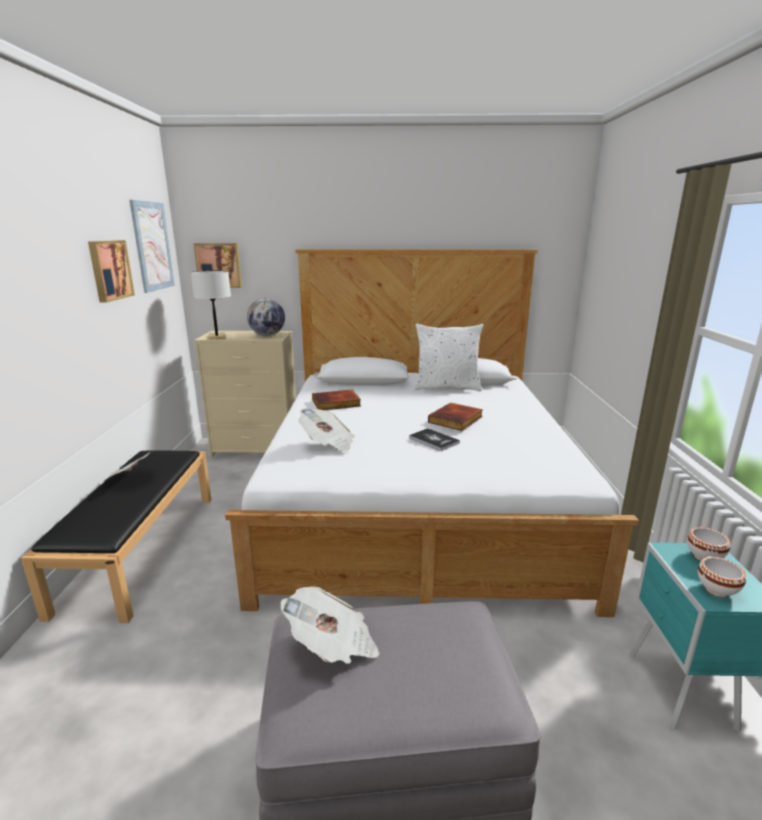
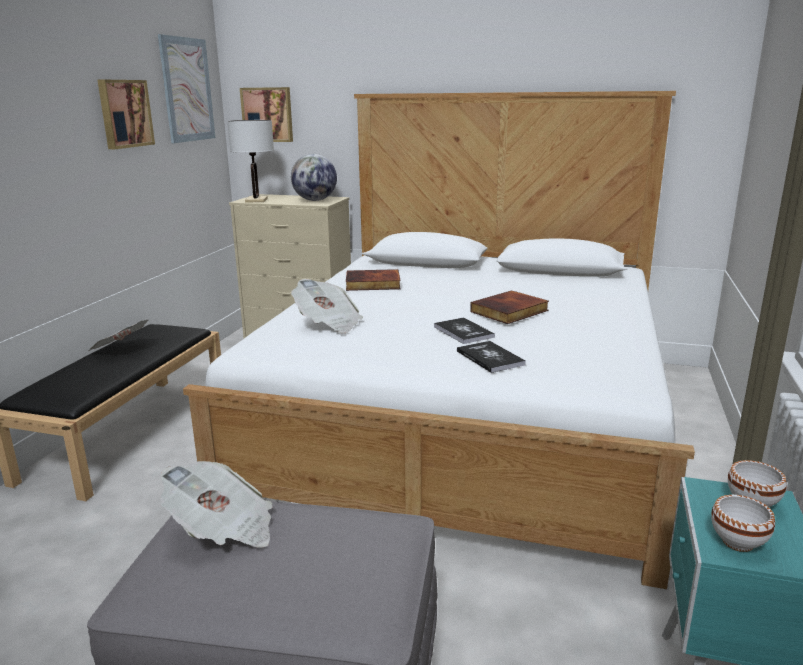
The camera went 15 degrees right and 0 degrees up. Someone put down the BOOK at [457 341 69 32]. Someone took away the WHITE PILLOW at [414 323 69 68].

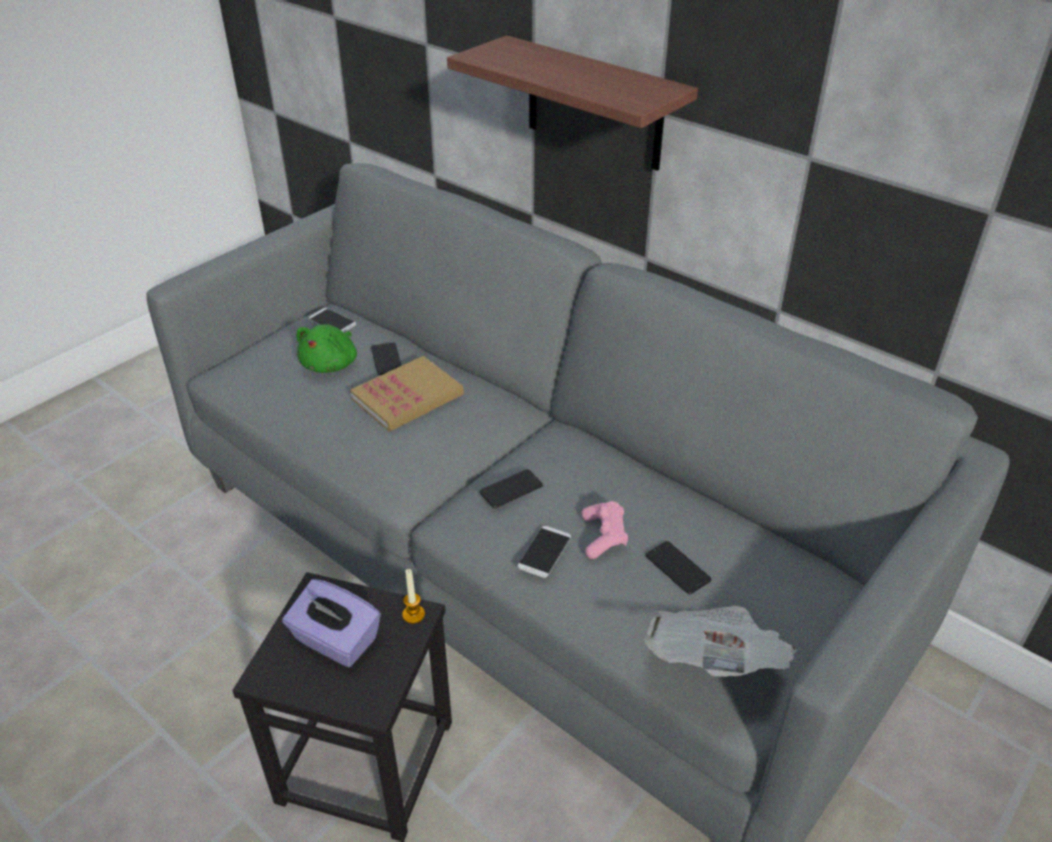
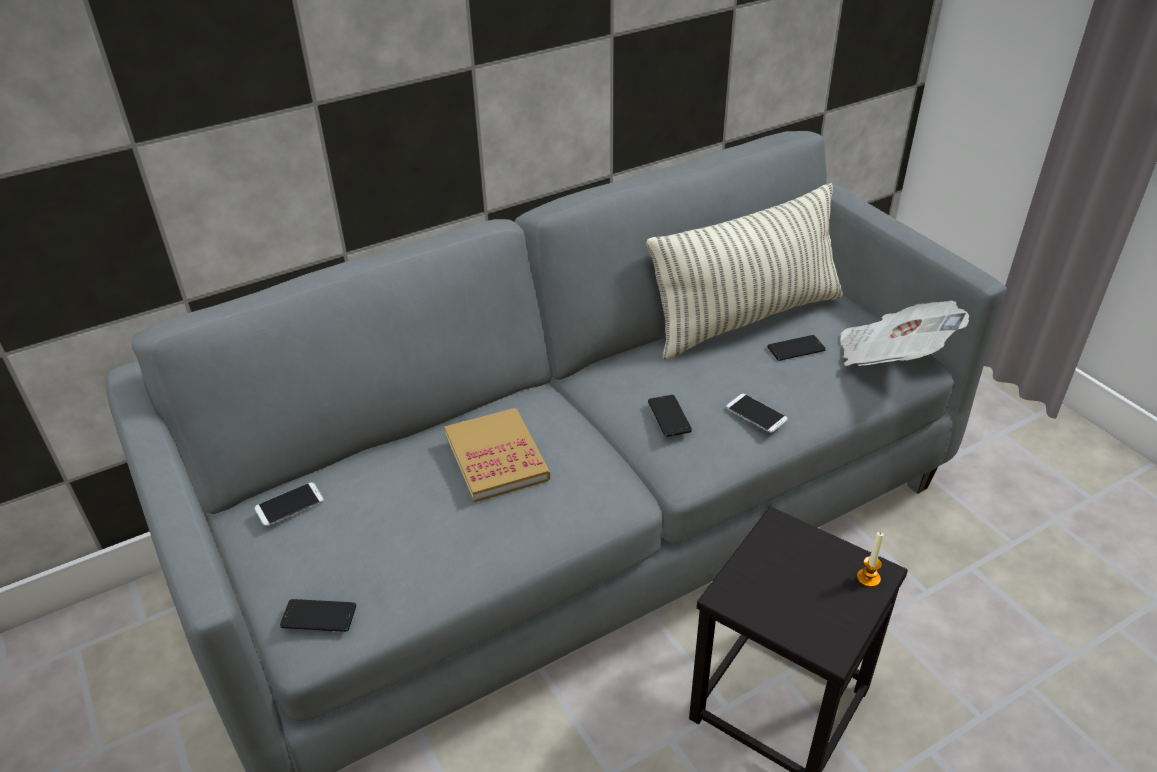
The camera went 70 degrees left and 0 degrees up. Someone carried the PHONE from [371 342 30 33] to [280 599 76 33]. Someone put down the PILLOW at [647 183 196 177]. Someone carried the CANDLE from [402 569 23 55] to [857 532 27 55]. Someone took away the PURPLE TISSUE BOX at [282 579 99 88]. Someone took away the GREEN PLUSH TOY at [296 324 61 49]. Someone took away the SHELF at [447 35 251 136]. Someone took away the PINK GAME CONTROLLER at [581 501 47 58].

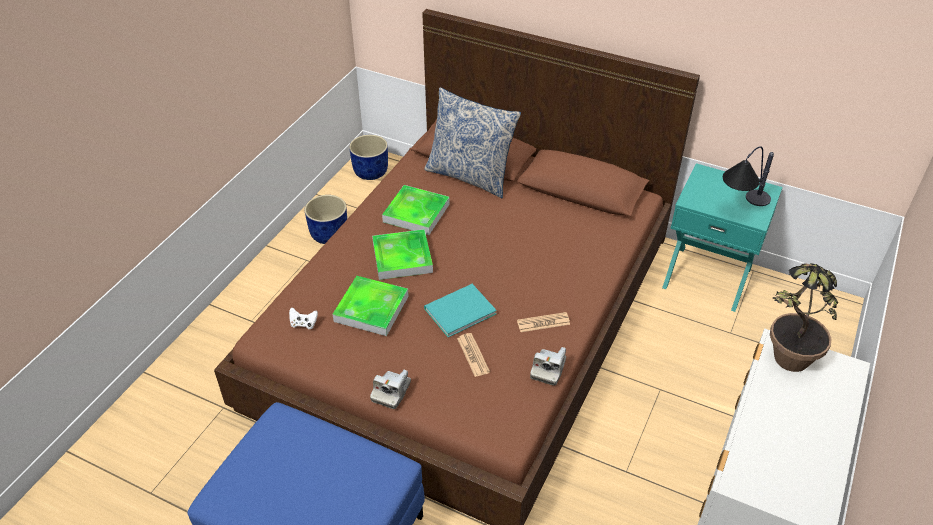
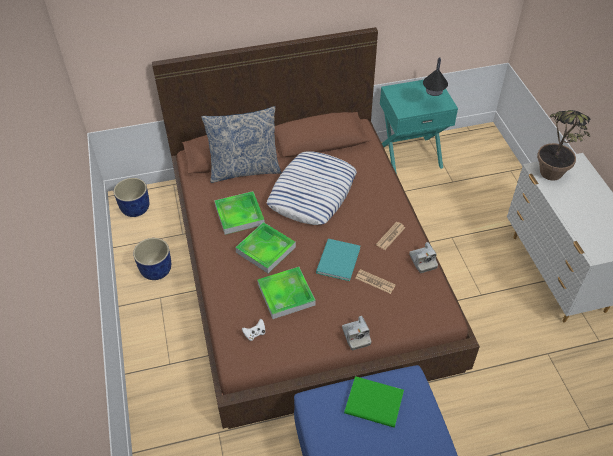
The camera went 40 degrees left and 5 degrees up. Someone put down the PILLOW at [266 151 91 74]. Someone put down the GREEN BOOK at [344 376 60 52].

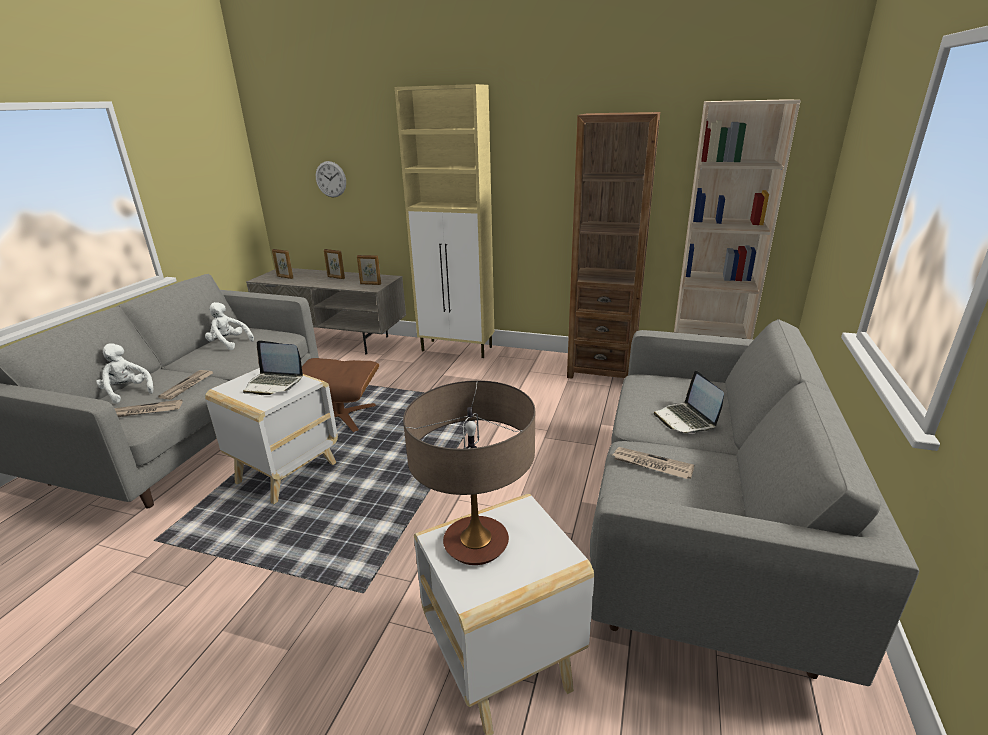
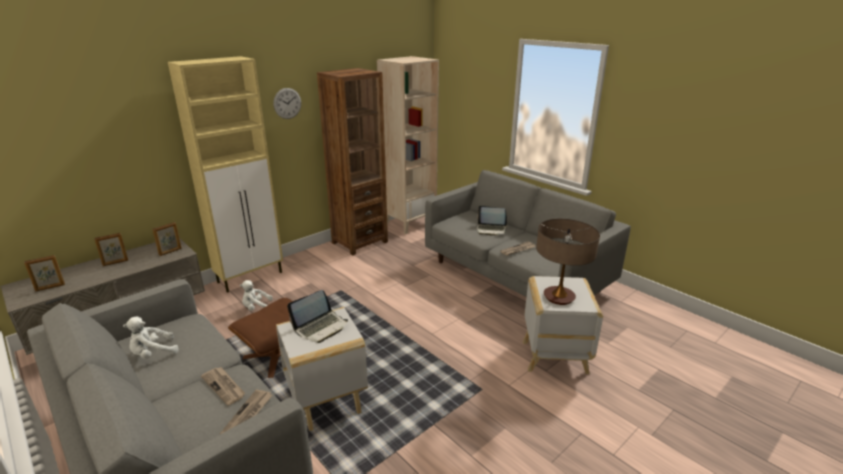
The camera went 60 degrees left and 0 degrees up. Someone carried the WHITE PLUSH TOY from [96 343 58 61] to [240 280 33 31]. Someone carried the WALL CLOCK from [316 161 30 36] to [273 88 28 31].

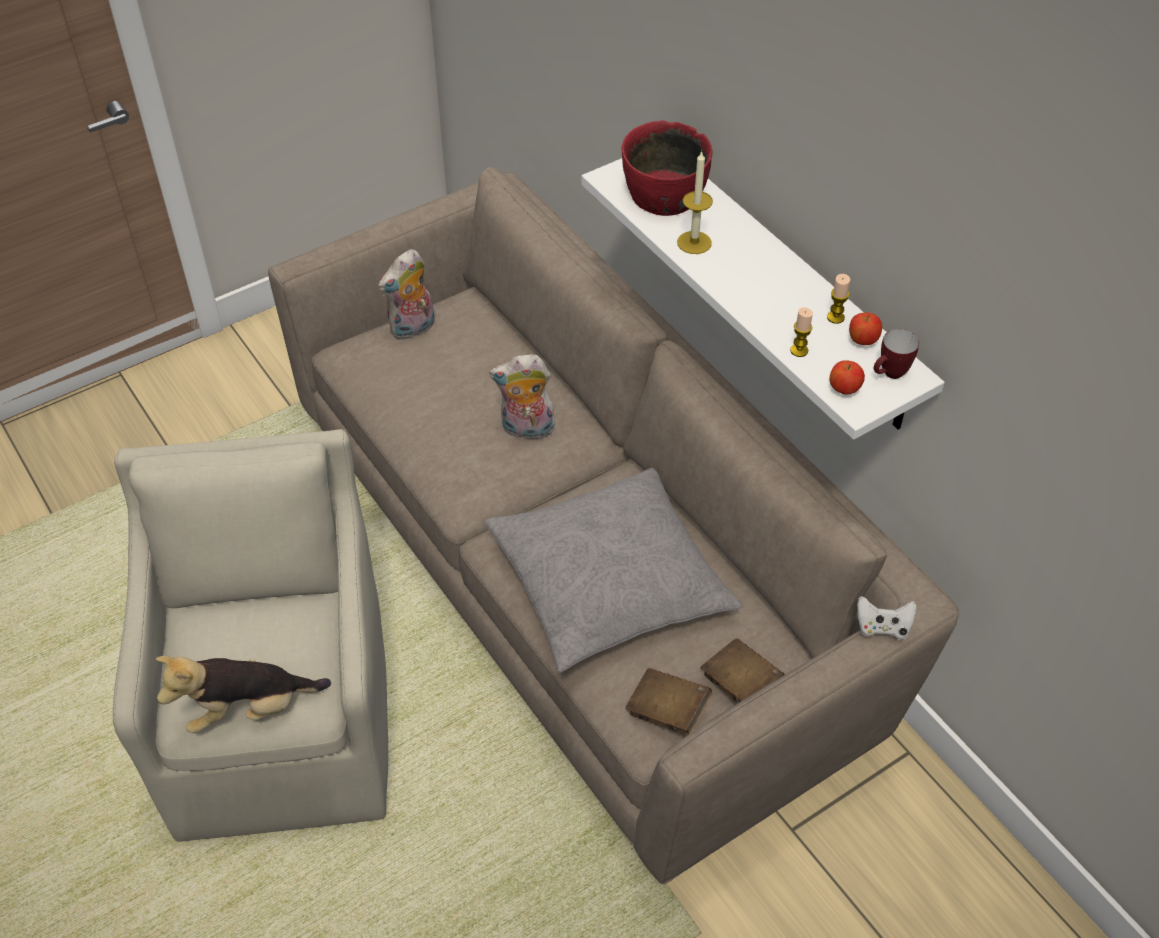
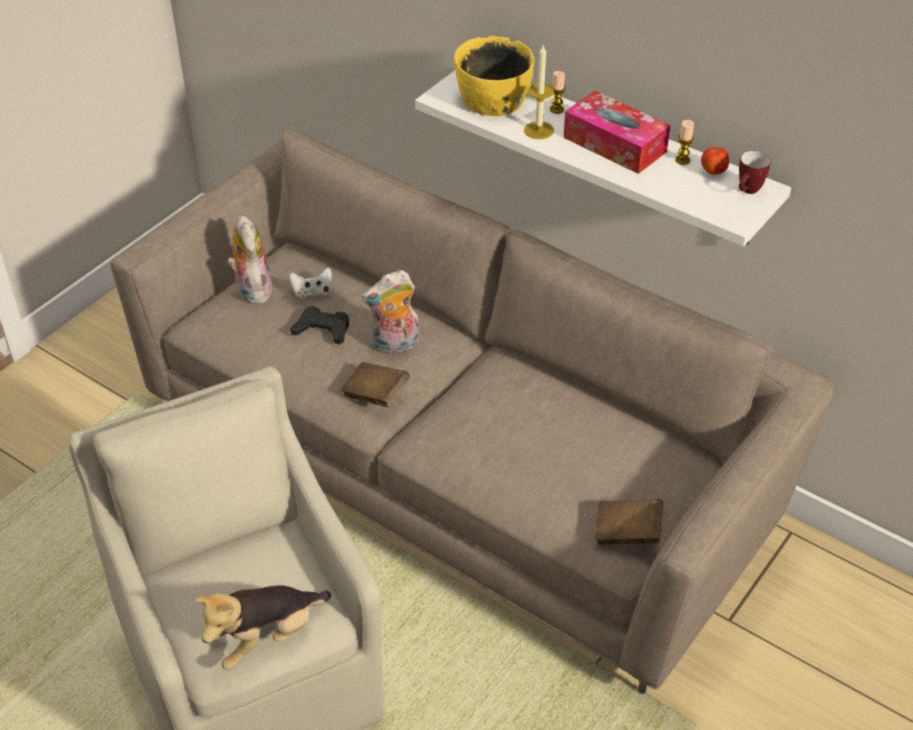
The camera went 20 degrees left and 5 degrees down. Someone rotated the PLUSH TOY at [378 249 57 91] by 135 degrees clockwise. Someone carried the WHITE GAME CONTROLLER from [857 596 60 44] to [289 267 43 33]. Someone put down the BLACK GAME CONTROLLER at [290 306 59 38]. Someone carried the BROWN BOOK from [701 638 84 65] to [340 362 69 45]. Someone repainted the RED BOWL at [621 120 91 96], which became the YELLOW BOWL at [454 36 80 80]. Someone carried the CANDLE from [790 307 23 50] to [550 71 16 43]. Someone put down the TISSUE BOX at [563 91 107 83]. Someone took away the GREY PILLOW at [485 468 258 205]. Someone took away the APPLE at [829 360 36 35].

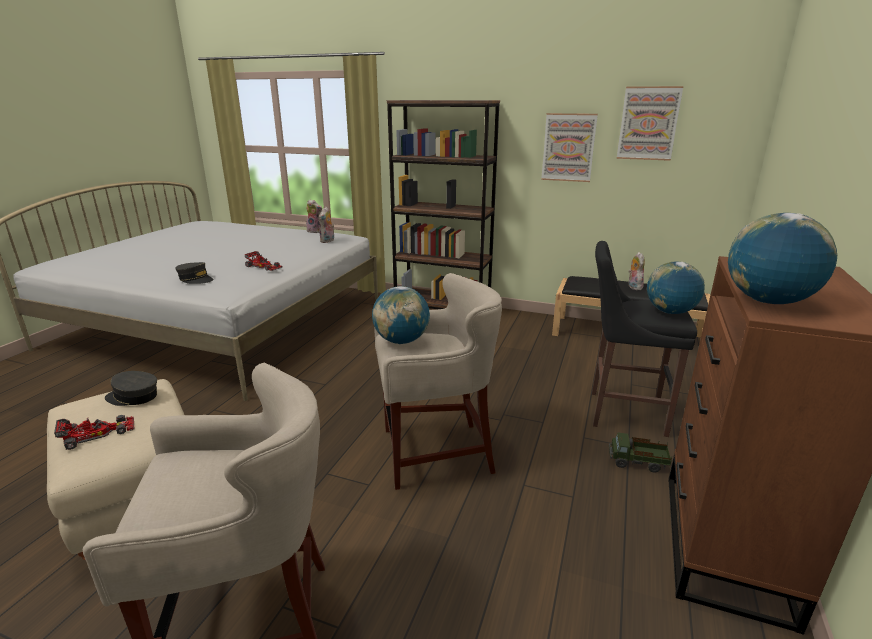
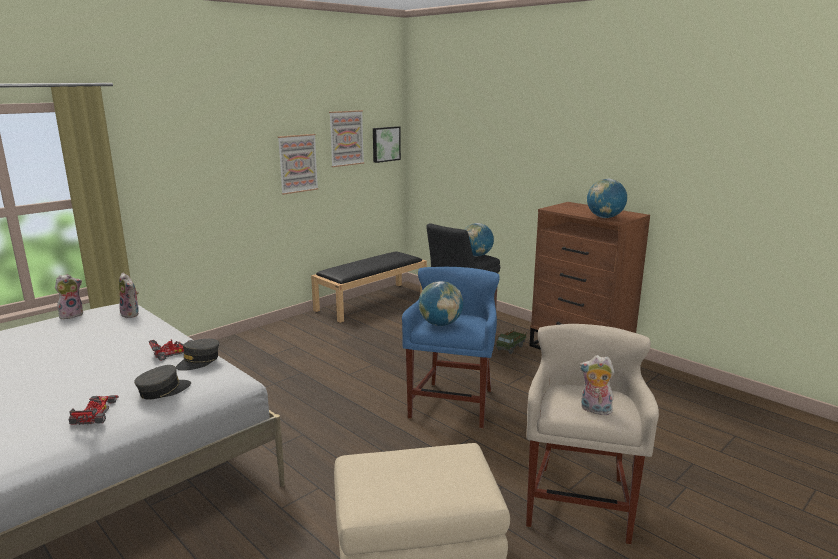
The camera went 65 degrees left and 5 degrees down. Someone carried the TOY CAR from [54 415 80 35] to [69 395 50 30]. Someone carried the GREY CAP from [105 371 52 35] to [176 339 43 32]. Someone put up the PICTURE at [373 126 28 37]. Someone repainted the BEIGE STOOL at [374 273 128 217], which became the BLUE STOOL at [402 267 98 162]. Someone carried the PLUSH TOY from [628 252 17 38] to [579 355 36 60]. Someone took away the BROWN BOOKCASE at [387 100 113 209].

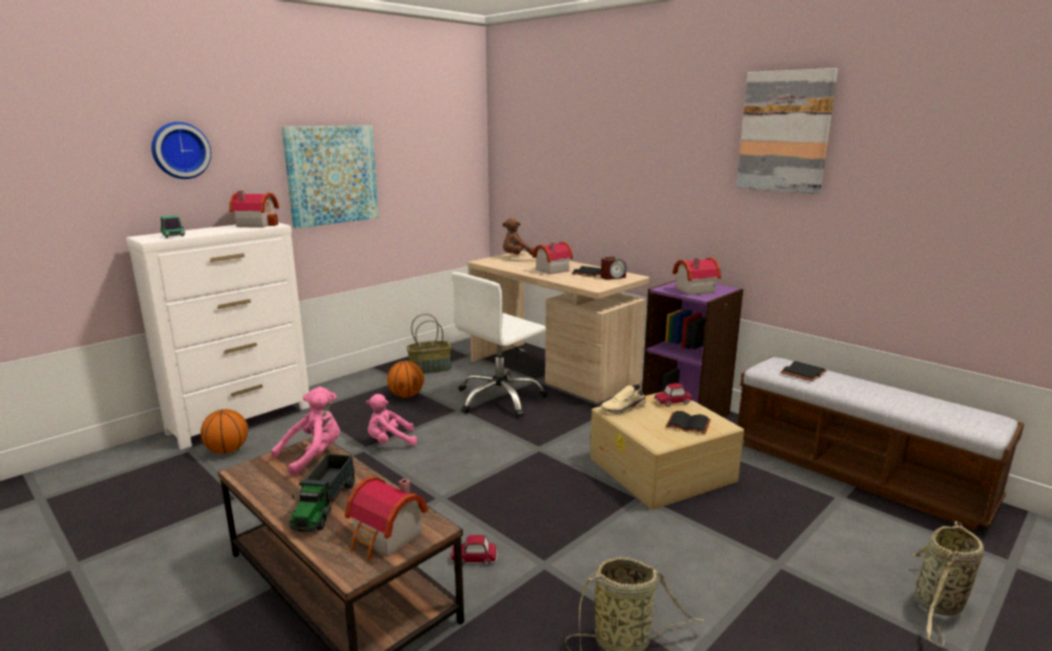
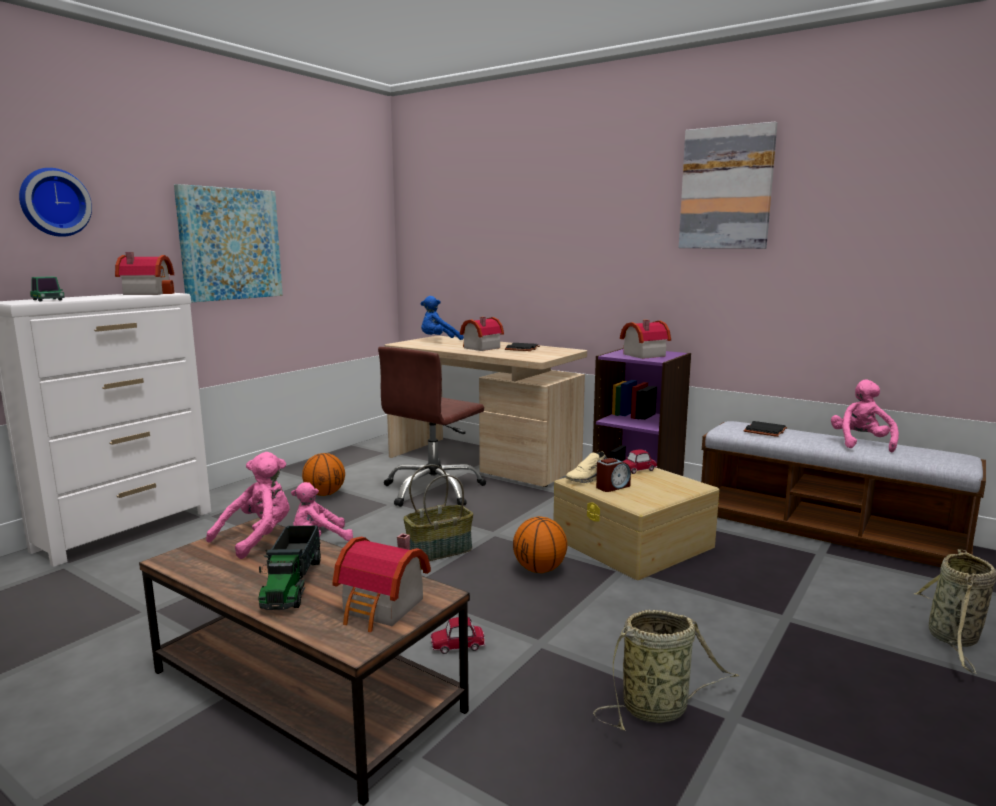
The camera went 10 degrees left and 5 degrees down. Someone repainted the WHITE OFFICE CHAIR at [452 272 96 146], which became the BROWN OFFICE CHAIR at [378 347 108 160]. Someone carried the BASKET from [407 314 44 60] to [403 464 70 97]. Someone repainted the BROWN PLUSH TOY at [503 218 34 40], which became the BLUE PLUSH TOY at [421 296 43 44]. Someone carried the BASKETBALL from [200 409 48 45] to [513 516 54 57]. Someone carried the ALARM CLOCK from [601 256 25 24] to [596 458 35 34]. Someone put down the PINK PLUSH TOY at [831 380 68 73]. Someone took away the BLACK BOOK at [666 411 45 23].

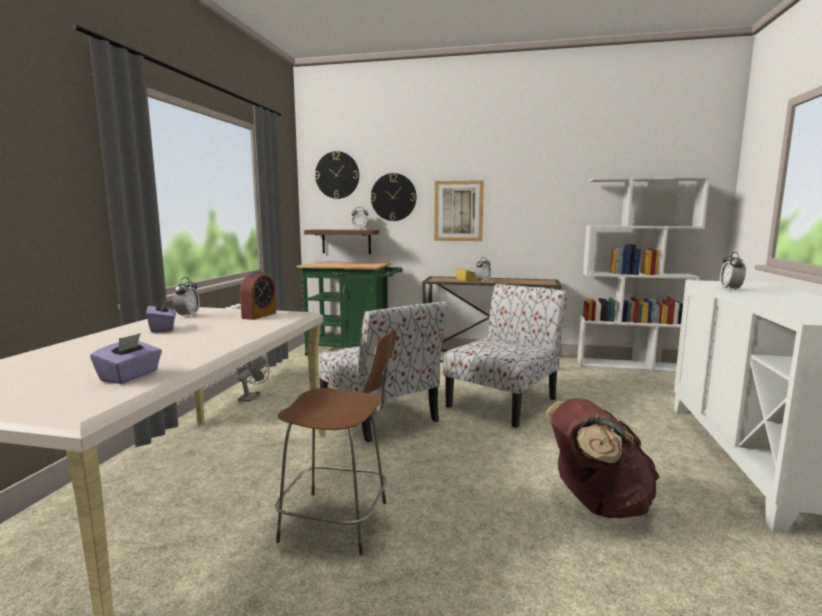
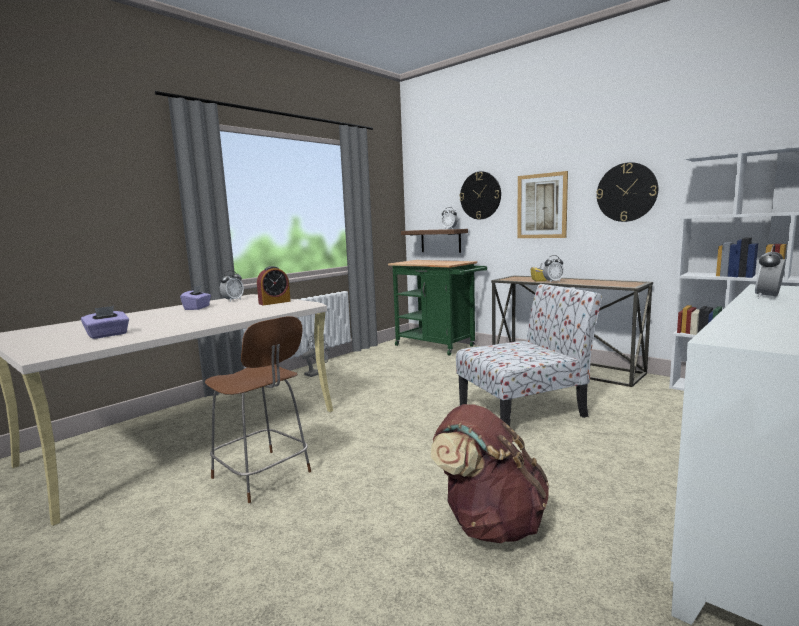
The camera went 30 degrees right and 0 degrees up. Someone carried the WALL CLOCK from [315 151 44 48] to [597 162 61 60]. Someone took away the CHAIR at [318 301 130 141].

